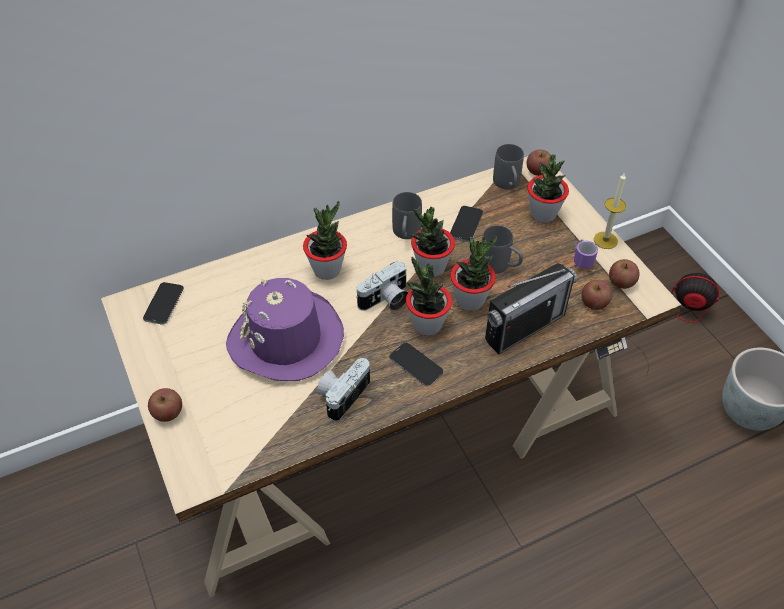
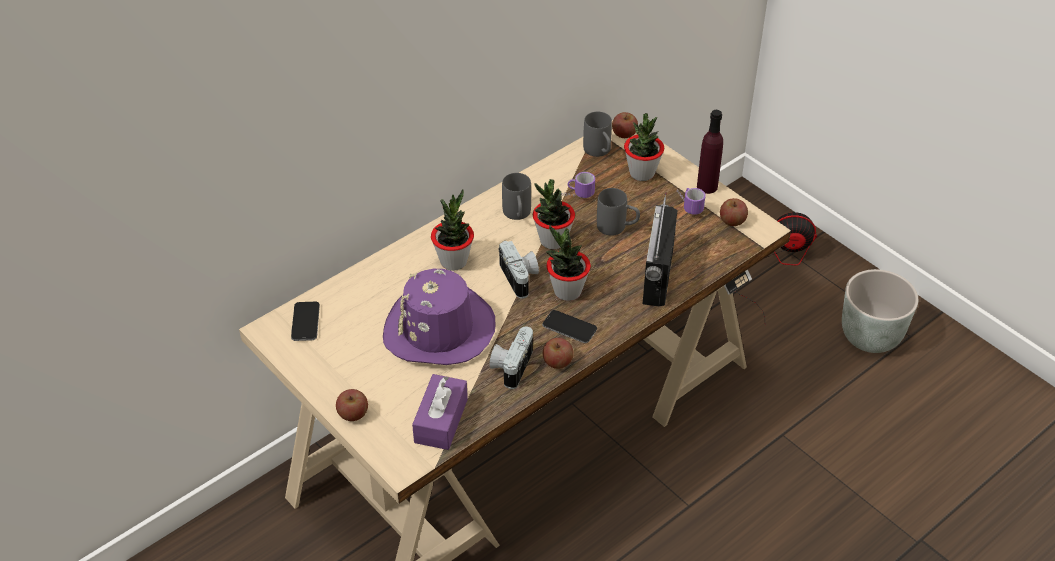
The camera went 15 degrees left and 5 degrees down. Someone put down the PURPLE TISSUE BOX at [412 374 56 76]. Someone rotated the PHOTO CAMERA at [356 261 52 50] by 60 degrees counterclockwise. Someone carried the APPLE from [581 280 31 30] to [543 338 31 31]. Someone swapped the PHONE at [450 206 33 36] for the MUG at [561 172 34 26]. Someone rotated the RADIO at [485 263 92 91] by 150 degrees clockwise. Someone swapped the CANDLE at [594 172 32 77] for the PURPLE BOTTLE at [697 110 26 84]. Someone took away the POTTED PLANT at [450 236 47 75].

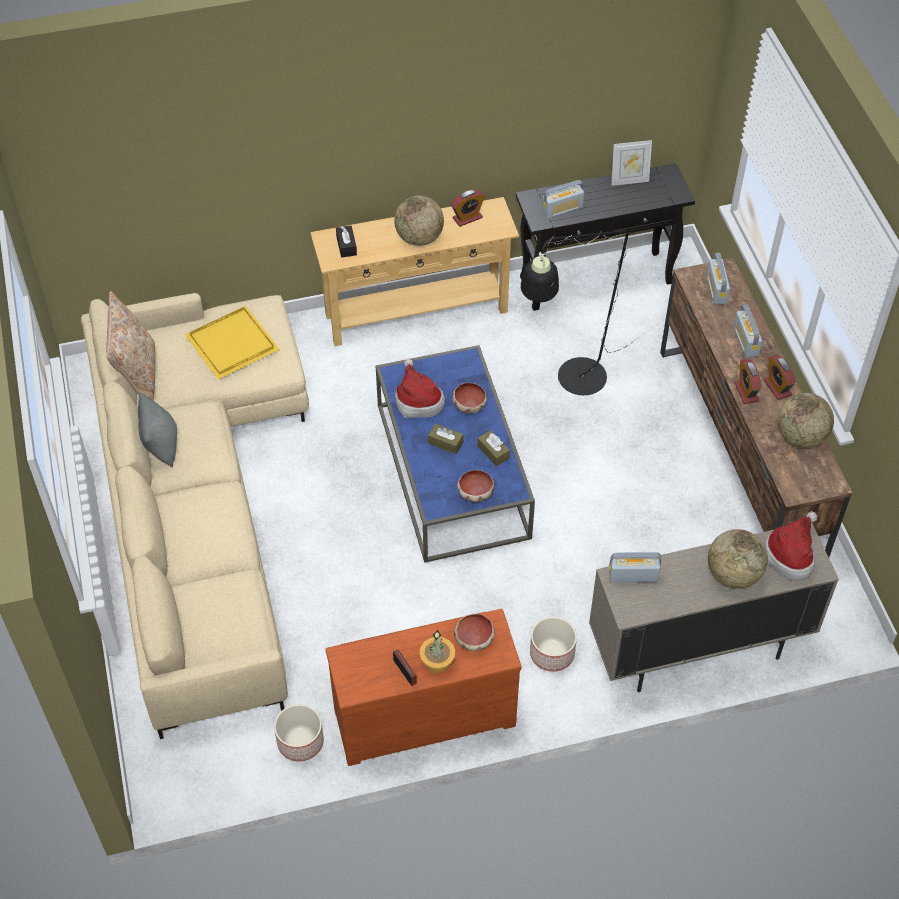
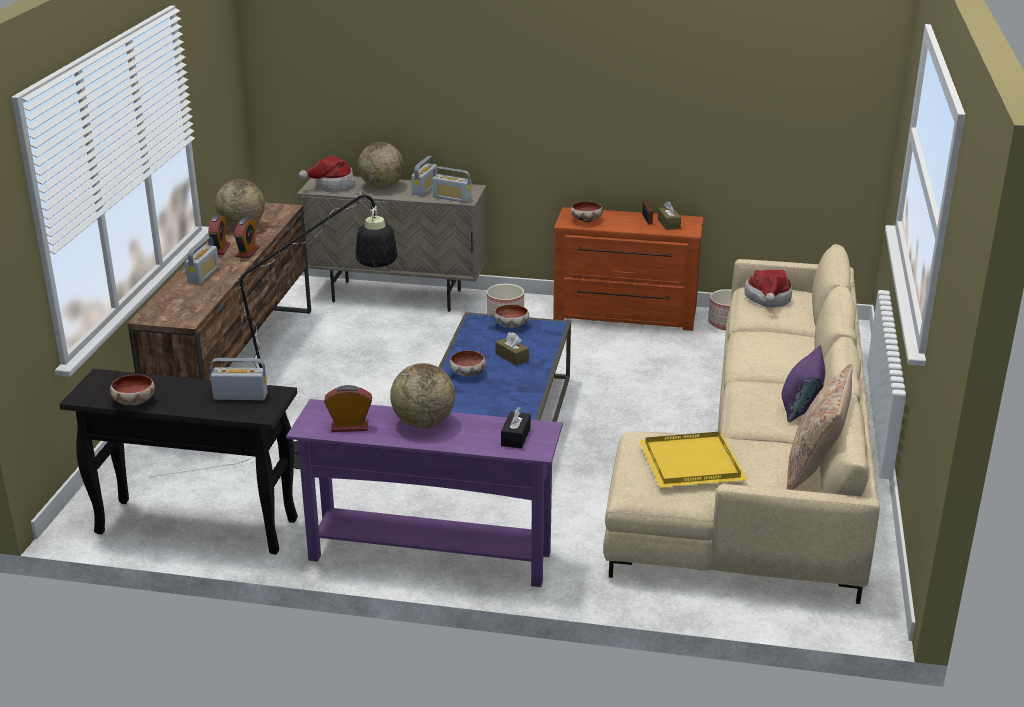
The camera went 155 degrees left and 25 degrees down. Someone swapped the PICTURE FRAME at [611 140 41 46] for the BOWL at [110 375 45 31]. Someone repainted the BEIGE CONSOLE TABLE at [310 197 209 149], which became the PURPLE CONSOLE TABLE at [286 399 277 188]. Someone carried the RADIO from [707 253 23 52] to [411 156 26 40]. Someone carried the BROWN TISSUE BOX from [477 430 33 36] to [658 201 23 29]. Someone carried the HAT from [395 358 50 60] to [744 270 48 37]. Someone repainted the GREY PILLOW at [138 392 39 75], which became the PURPLE PILLOW at [782 345 43 78]. Someone took away the POTTED PLANT at [420 630 35 43].

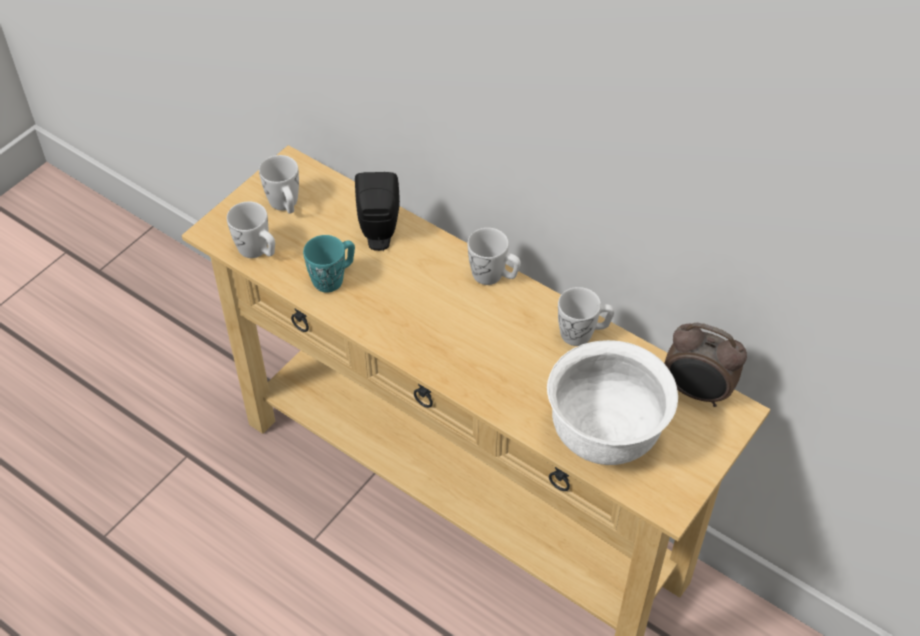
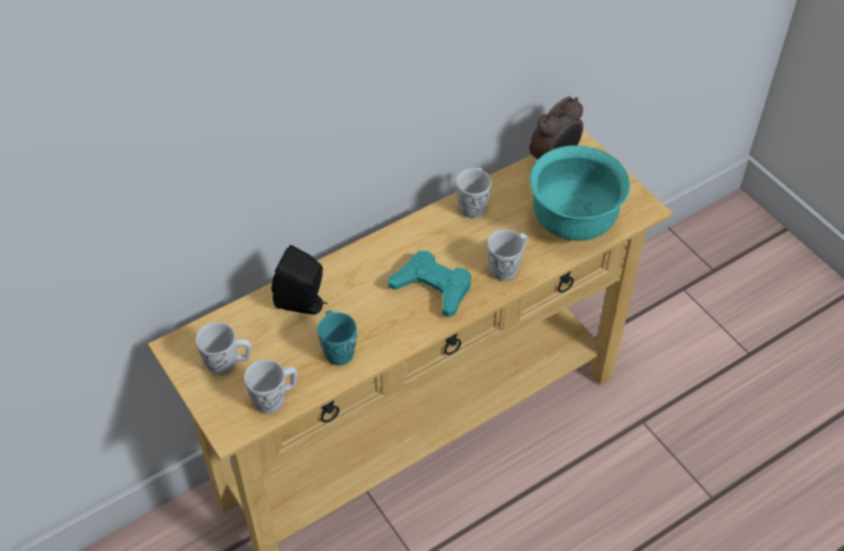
The camera went 70 degrees left and 0 degrees up. Someone put down the TURQUOISE GAME CONTROLLER at [388 251 83 67]. Someone carried the WHITE MUG from [467 228 54 57] to [487 230 41 51]. Someone repainted the WHITE BOWL at [547 340 131 125], which became the TURQUOISE BOWL at [530 145 100 96].

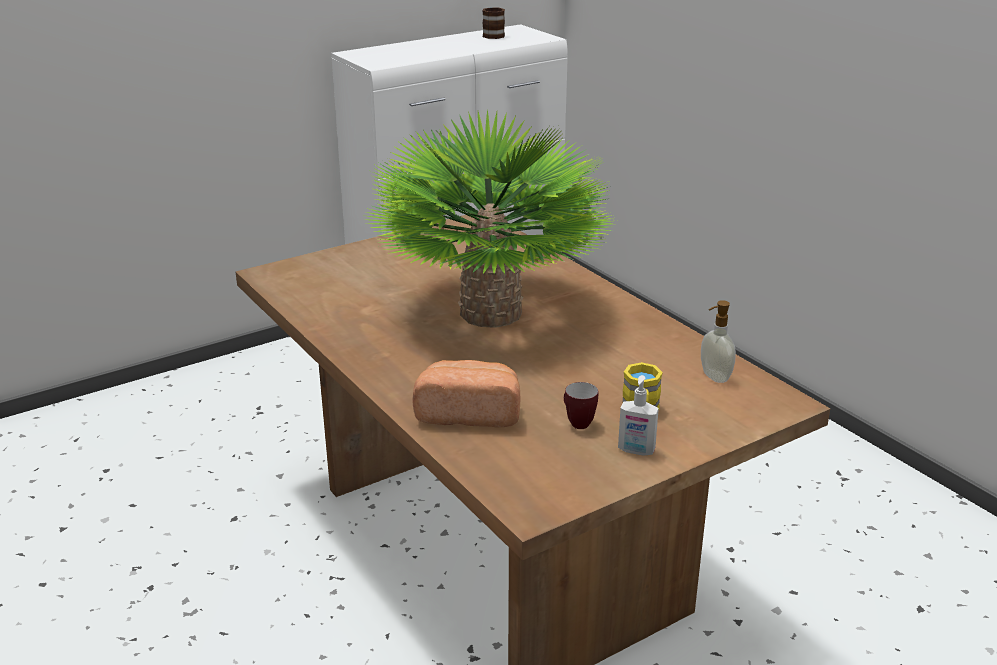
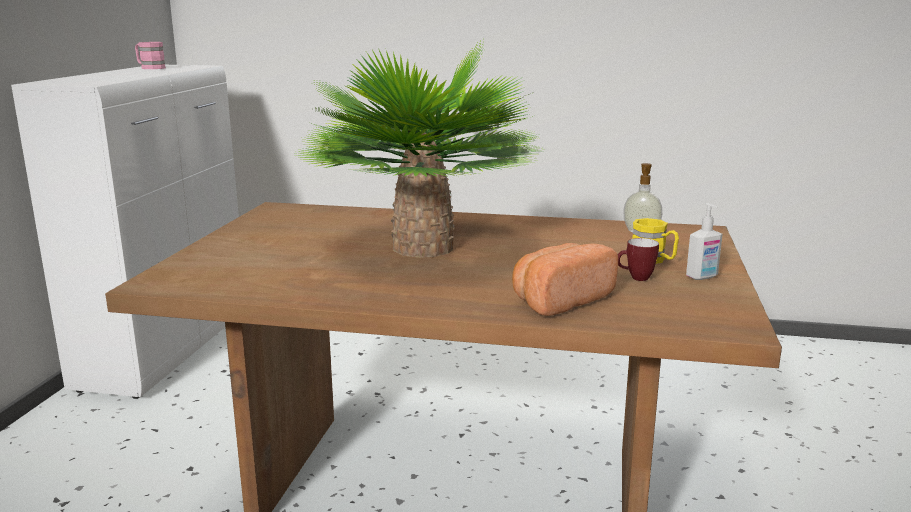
The camera went 45 degrees left and 10 degrees down. Someone repainted the BROWN MUG at [482 7 23 32], which became the PINK MUG at [135 42 31 27].

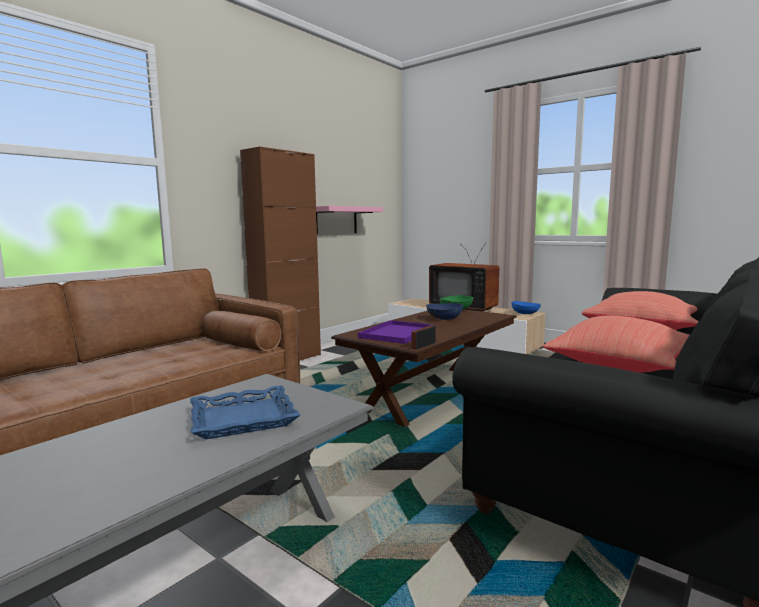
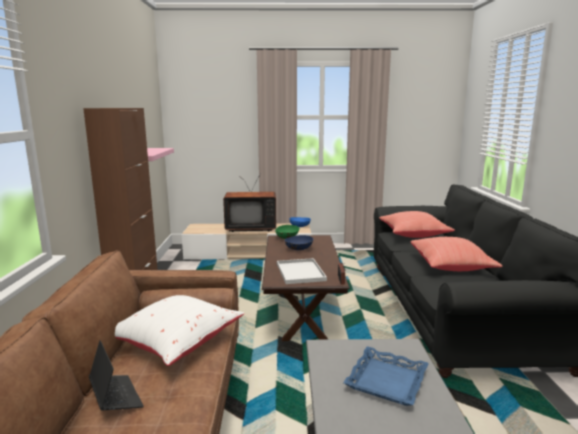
The camera went 40 degrees left and 5 degrees up. Someone put down the LAPTOP at [89 340 55 70]. Someone put down the WHITE PILLOW at [115 295 129 71]. Someone repainted the PURPLE TRAY at [358 320 75 24], which became the WHITE TRAY at [277 258 50 26].

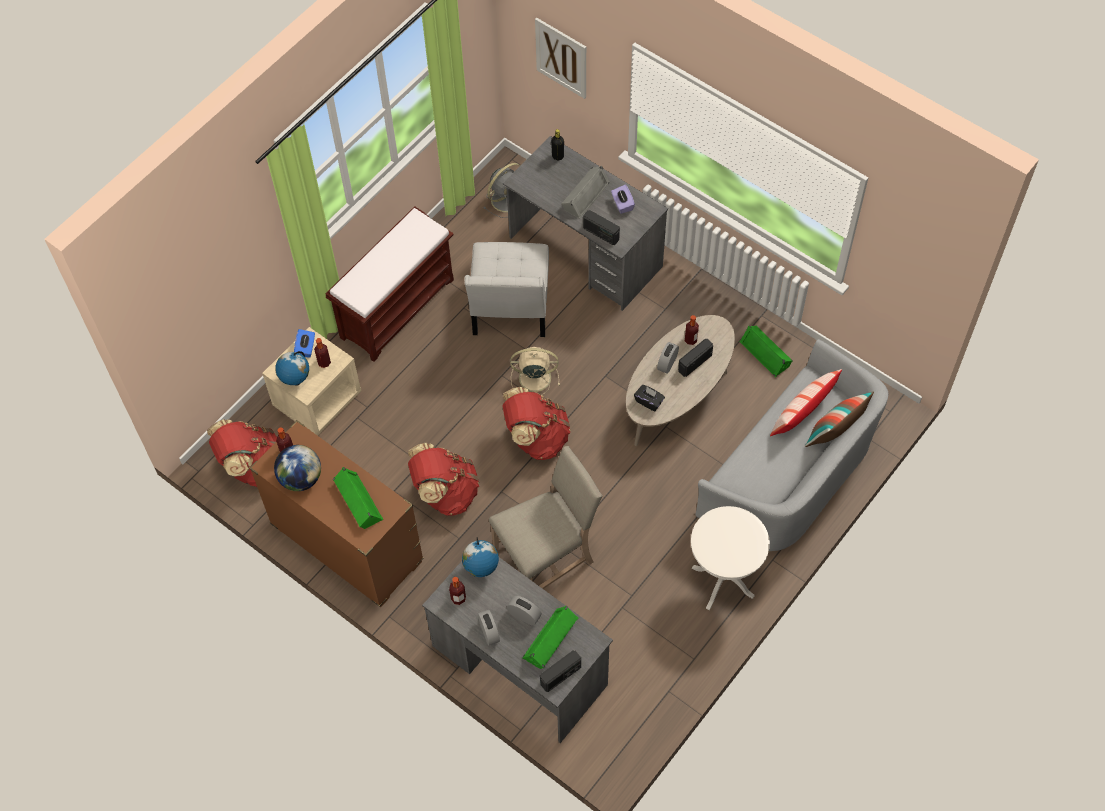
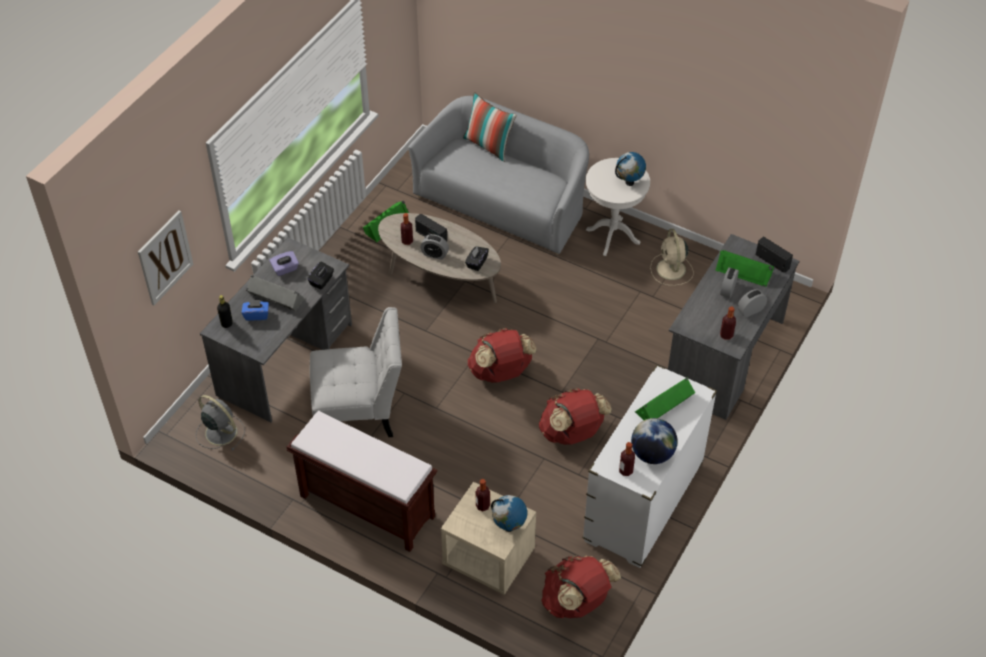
The camera went 100 degrees left and 10 degrees down. Someone carried the BLUE TISSUE BOX from [294 329 21 29] to [241 300 28 21]. Someone swapped the RADIO at [583 210 37 35] for the BLACK TISSUE BOX at [307 261 27 29]. Someone repainted the BROWN DRESSER at [250 420 174 187], which became the WHITE DRESSER at [583 365 134 203]. Someone carried the GLOBE from [462 538 37 39] to [615 152 31 34]. Someone carried the BEIGE FAN from [510 347 50 48] to [650 229 44 57]. Someone took away the BEIGE CHAIR at [489 446 114 143]. Someone took away the PILLOW at [770 369 72 67].

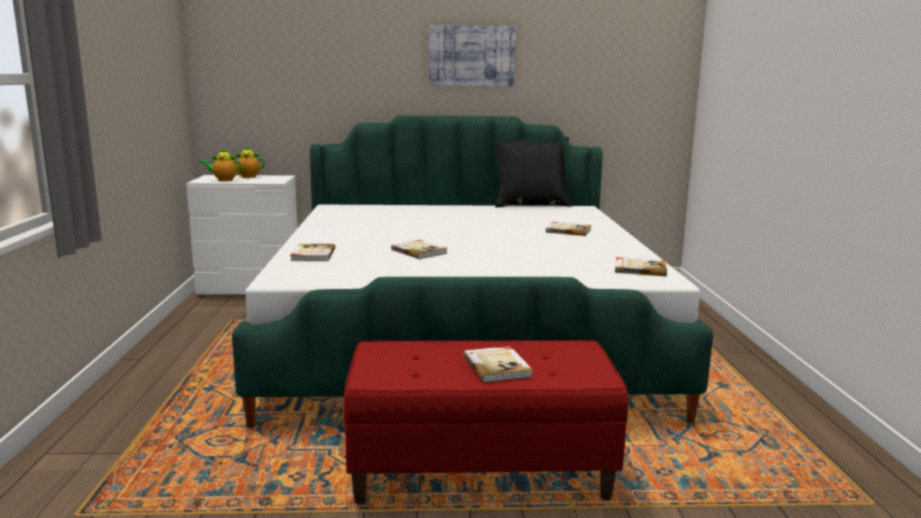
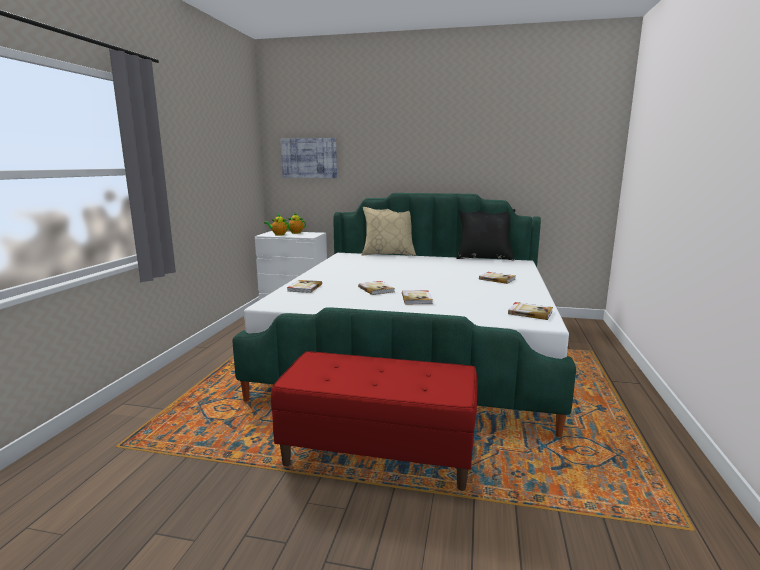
The camera went 15 degrees right and 0 degrees up. Someone carried the PICTURE from [429 25 87 62] to [281 138 56 40]. Someone put down the BEIGE PILLOW at [362 207 54 49]. Someone carried the BOOK from [463 346 70 37] to [402 291 31 13].

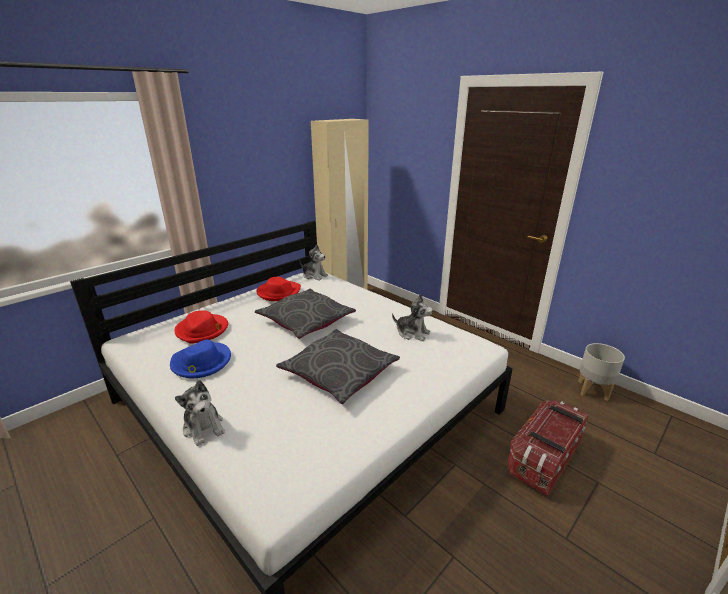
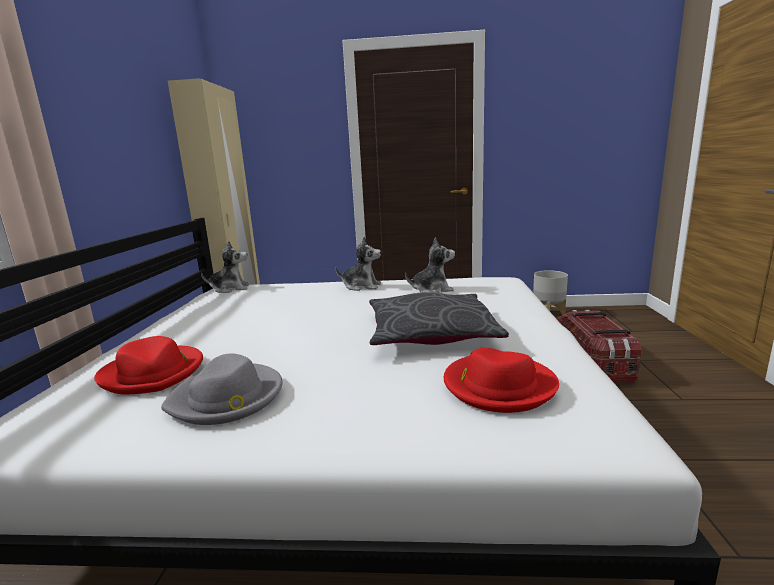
The camera went 40 degrees left and 10 degrees down. Someone repainted the BLUE HAT at [170 339 61 39], which became the GREY HAT at [161 353 122 72]. Someone carried the PLUSH TOY from [175 380 50 66] to [336 237 45 54]. Someone carried the RED HAT from [256 277 45 24] to [444 347 115 66]. Someone took away the GREY PILLOW at [255 289 101 50].

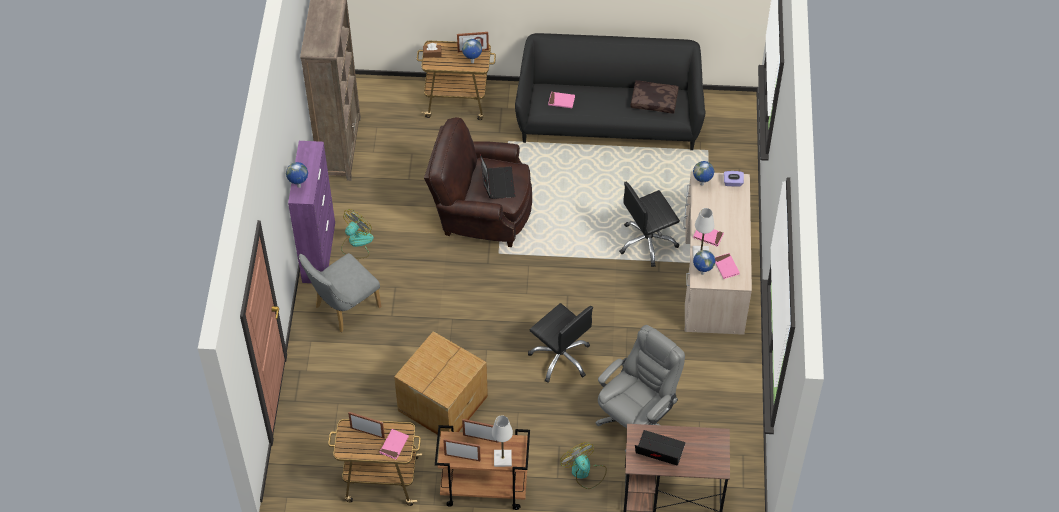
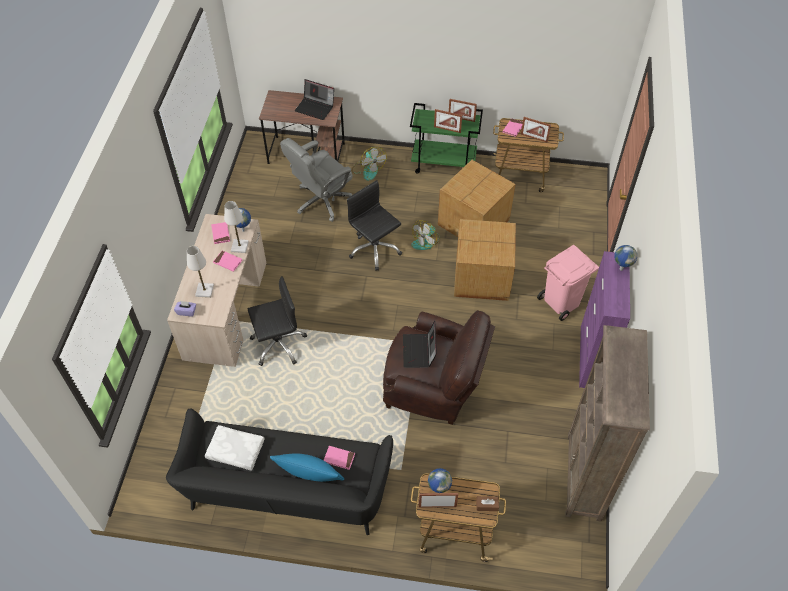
The camera went 175 degrees left and 0 degrees up. Someone carried the WHITE TABLE LAMP from [492 415 21 52] to [187 246 27 52]. Someone repainted the BROWN PILLOW at [631 80 48 34], which became the WHITE PILLOW at [205 425 59 46]. Someone put down the BLUE PILLOW at [270 454 74 28]. Someone repainted the BROWN CART at [435 425 95 85], which became the GREEN CART at [410 103 73 71]. Someone carried the FAN from [341 209 33 49] to [411 220 29 30]. Someone put down the CARDBOARD BOX at [454 219 62 82]. Someone swapped the GREY CHAIR at [299 253 82 79] for the PINK TRASH CAN at [537 245 62 76]. Someone took away the GLOBE at [693 161 21 25].

